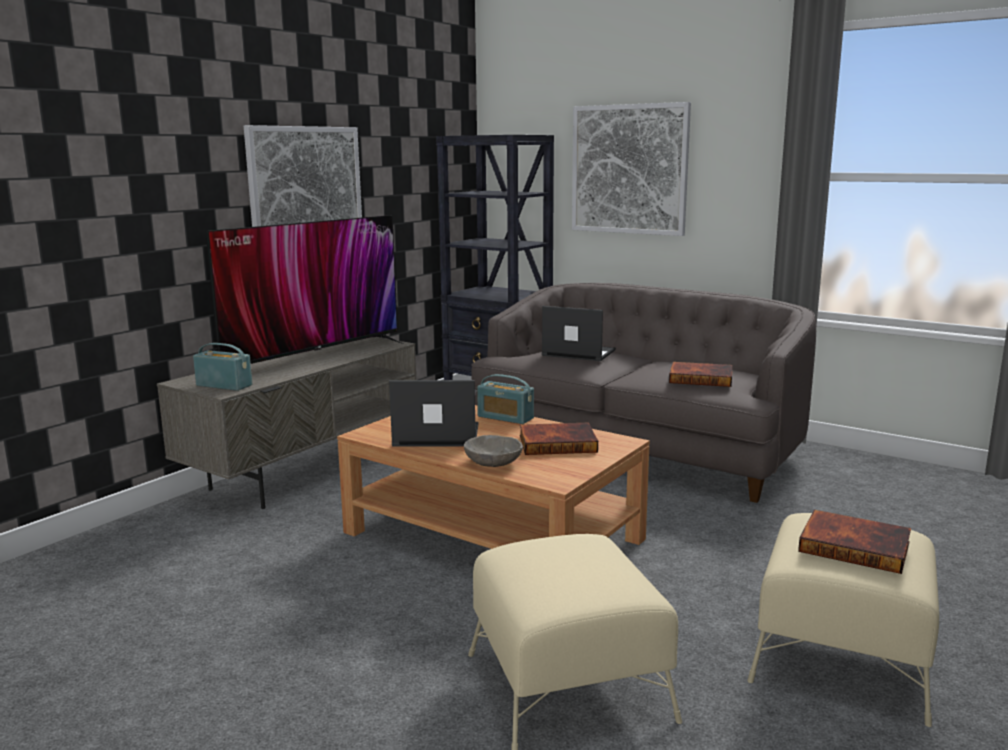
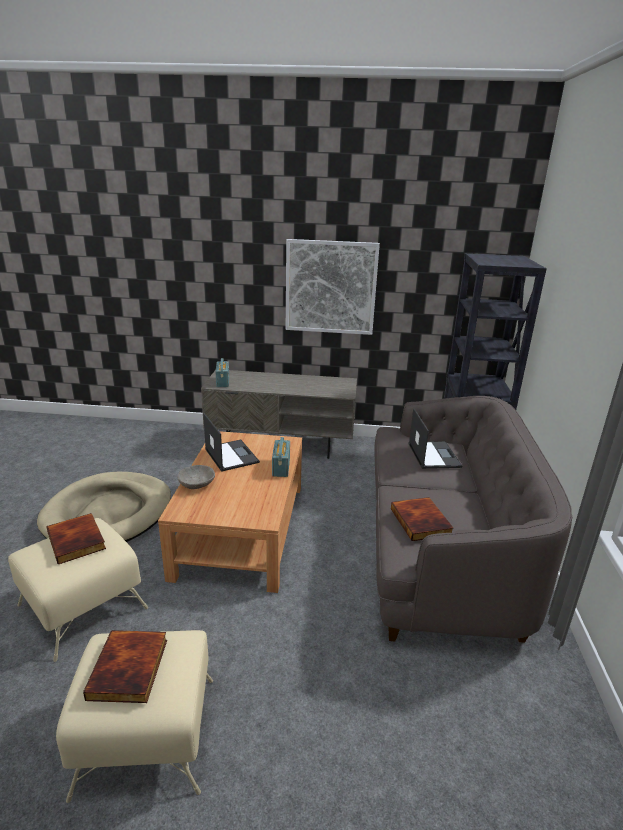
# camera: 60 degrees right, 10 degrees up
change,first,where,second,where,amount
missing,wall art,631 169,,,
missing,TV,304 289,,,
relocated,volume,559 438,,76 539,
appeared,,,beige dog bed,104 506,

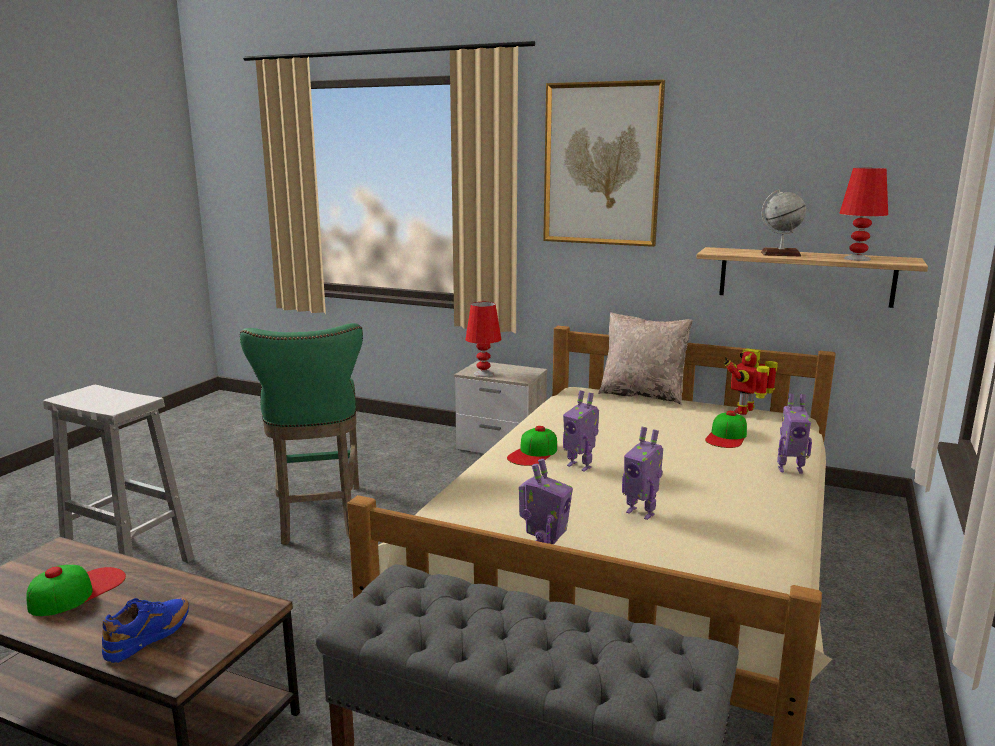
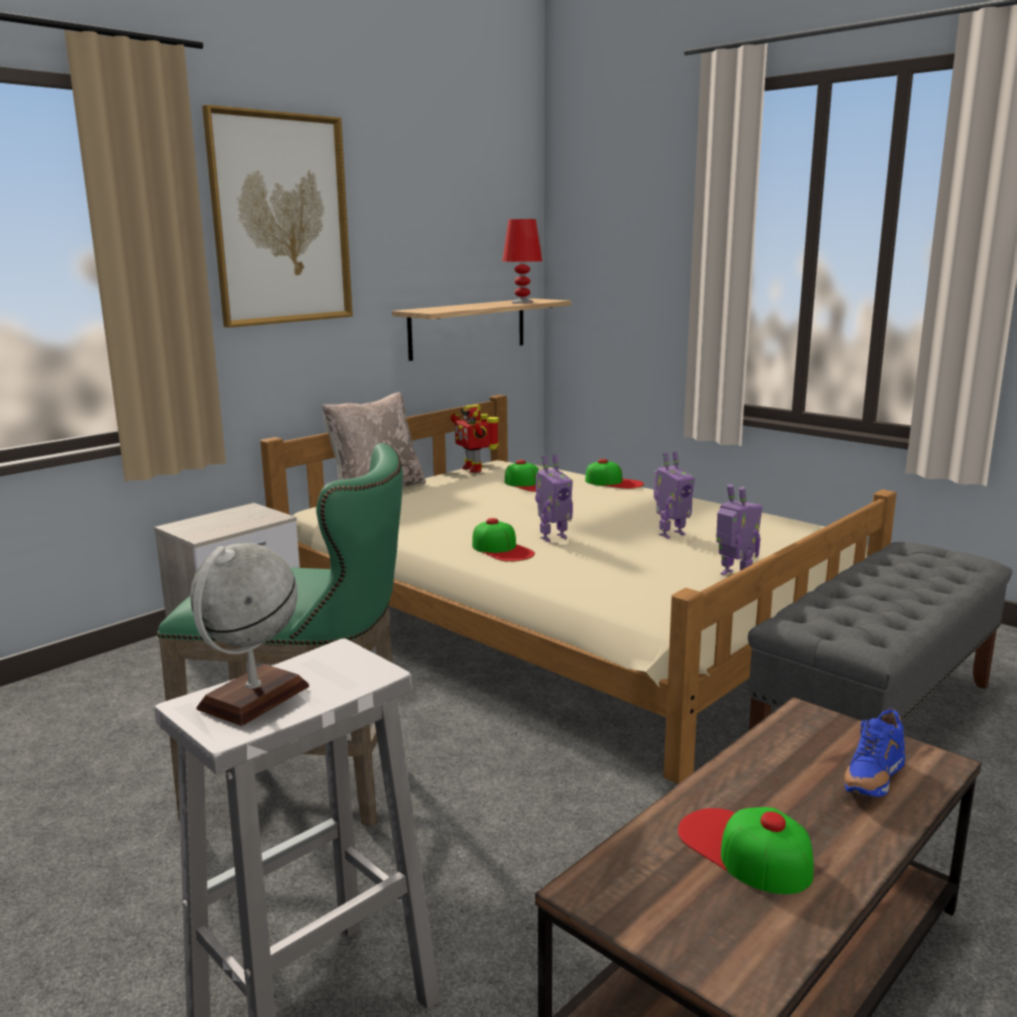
# camera: 70 degrees left, 0 degrees up
change,first,where,second,where,amount
relocated,globe,783 222,,249 634,
missing,reddish tabletop lamp,483 339,,,
exchanged,robot figure,794 434,baseball cap,614 474,
spun,blue low shoe,145 630,,874 752,105 degrees counterclockwise

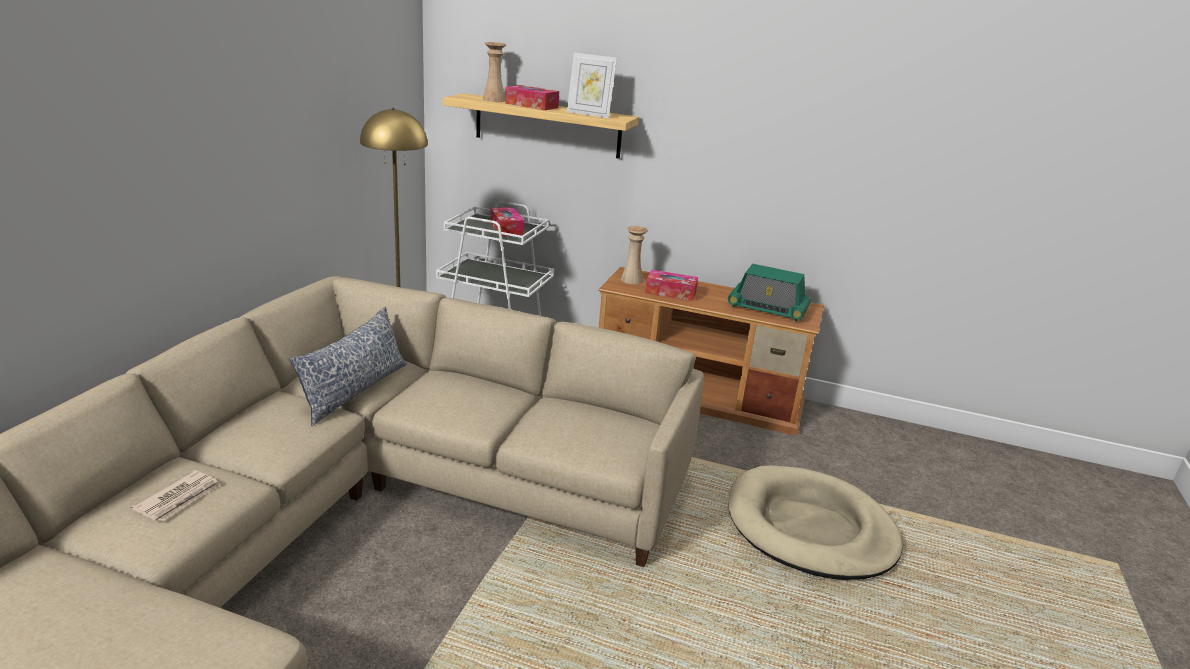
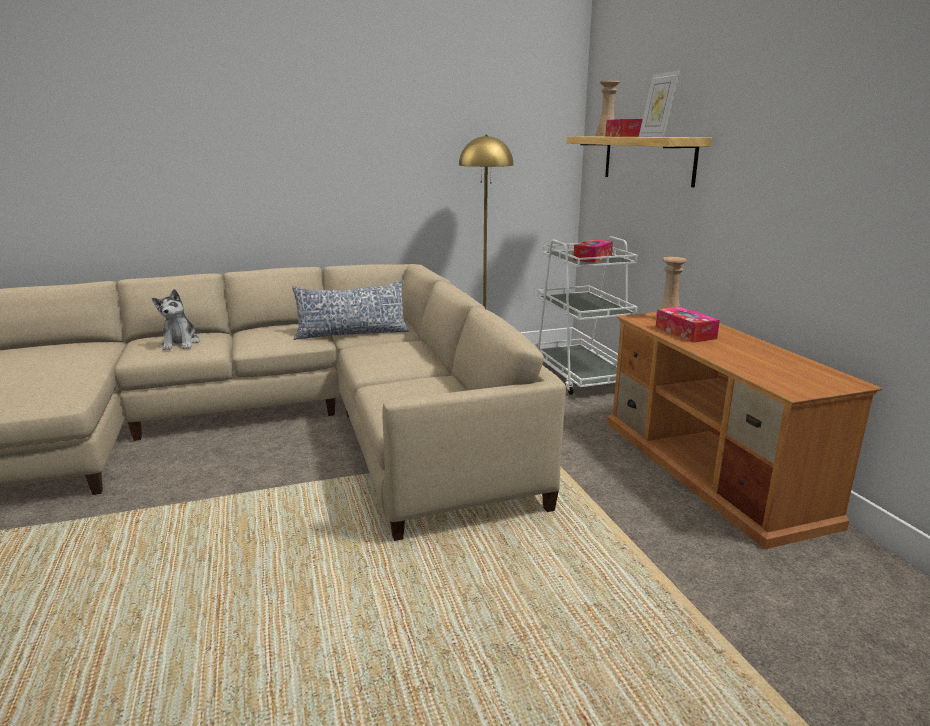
# camera: 55 degrees right, 5 degrees down
change,first,where,second,where,amount
missing,radio receiver,769 293,,,
missing,beige dog bed,815 522,,,
exchanged,printed paper,176 495,plush toy,176 319,

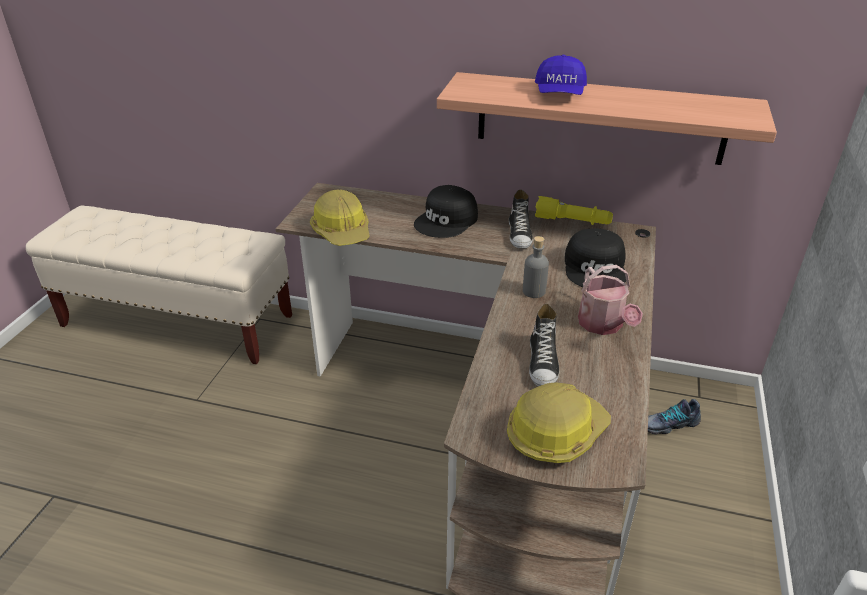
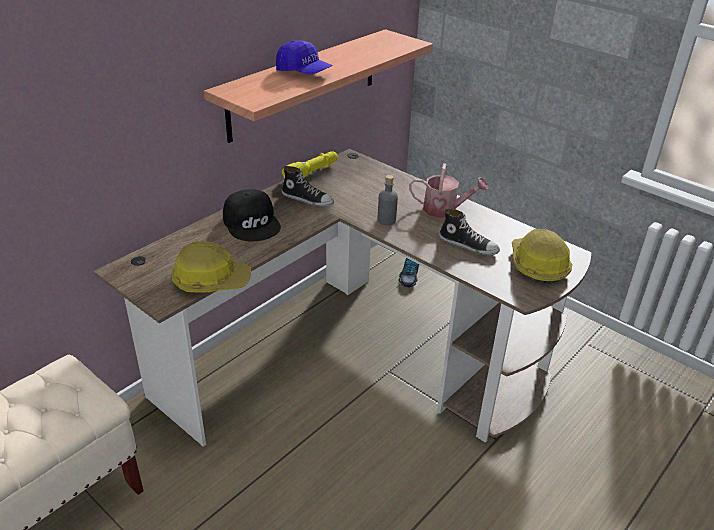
# camera: 65 degrees left, 0 degrees up
change,first,where,second,where,amount
missing,black baseball cap,595 257,,,

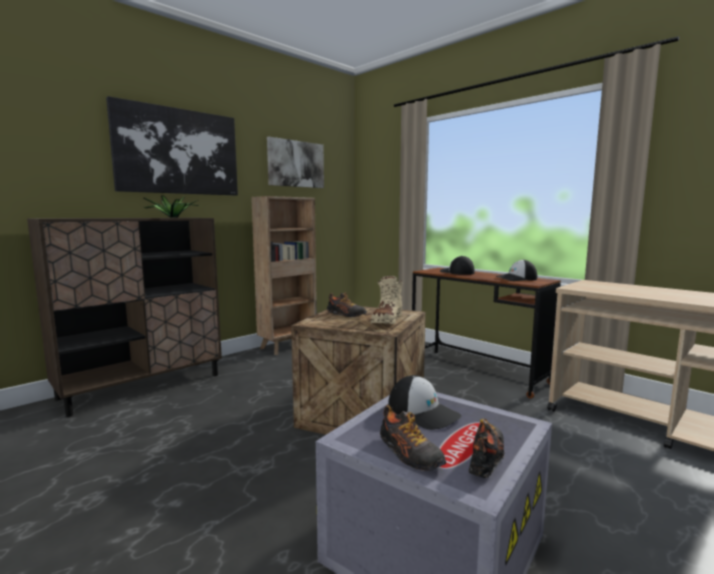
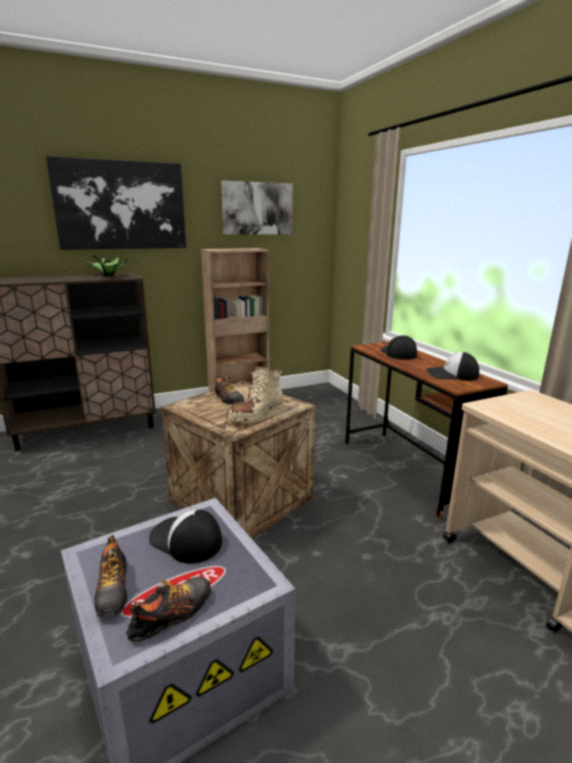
# camera: 20 degrees right, 10 degrees up
change,first,where,second,where,amount
spun,baseball cap,424 402,,185 536,150 degrees clockwise

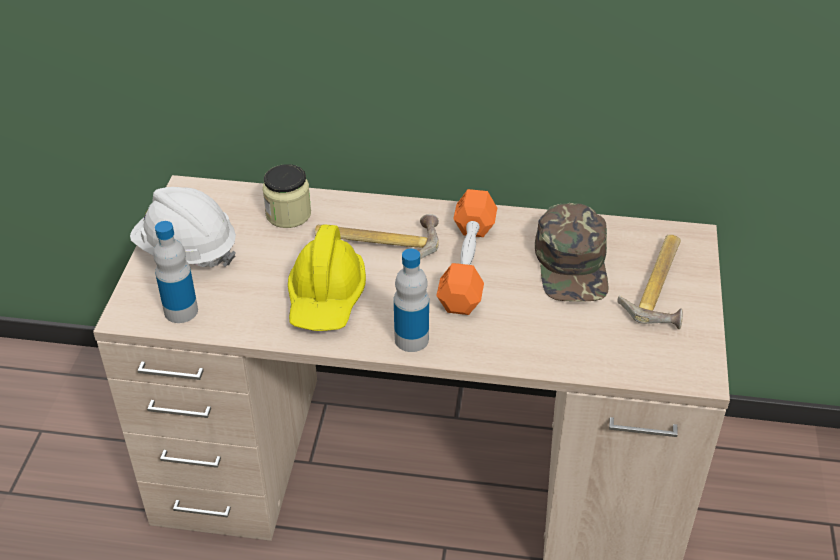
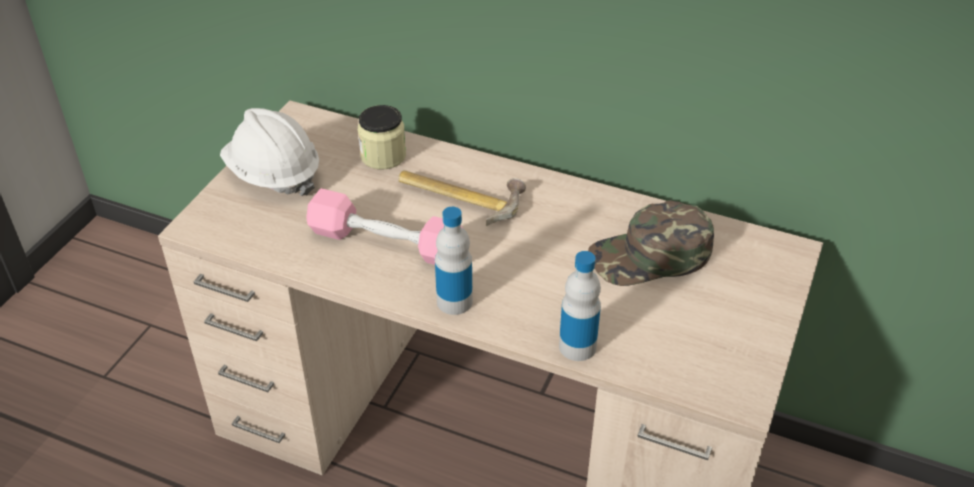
# camera: 15 degrees right, 0 degrees up
change,first,where,second,where,amount
missing,orange-coloured hand weight,466 252,,,
spun,green-coloured baseball cap,572 252,,651 243,60 degrees clockwise
relocated,beverage bottle,175 272,,580 306,
exchanged,yellow hard hat,327 278,pinkish hand weight,384 226,
missing,tool hammer,650 282,,,

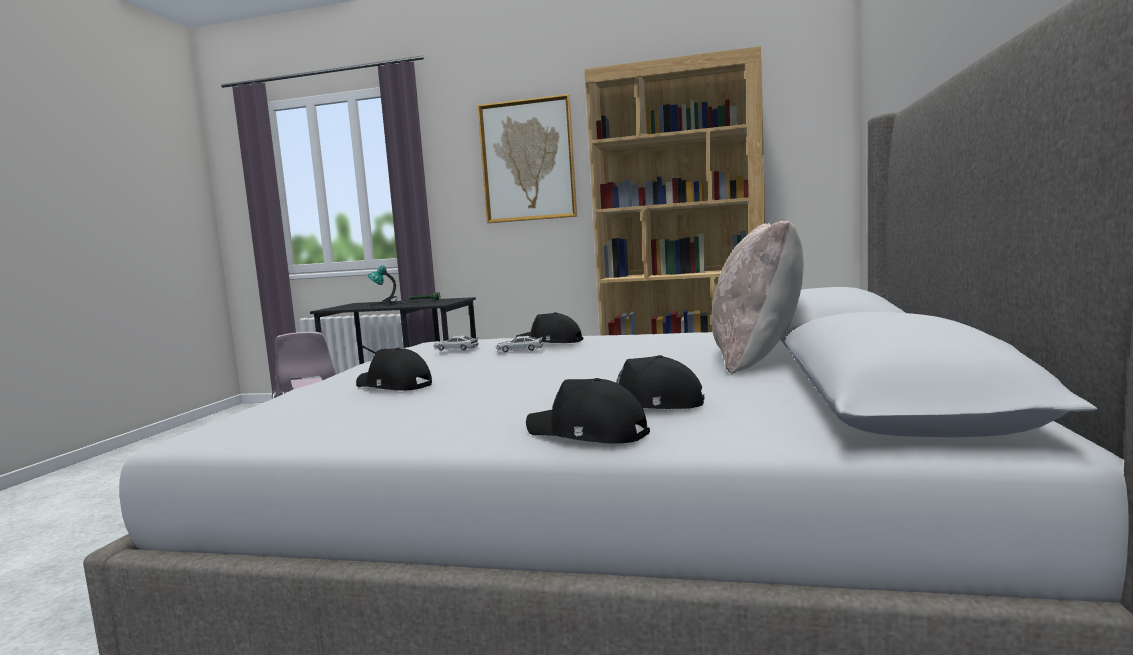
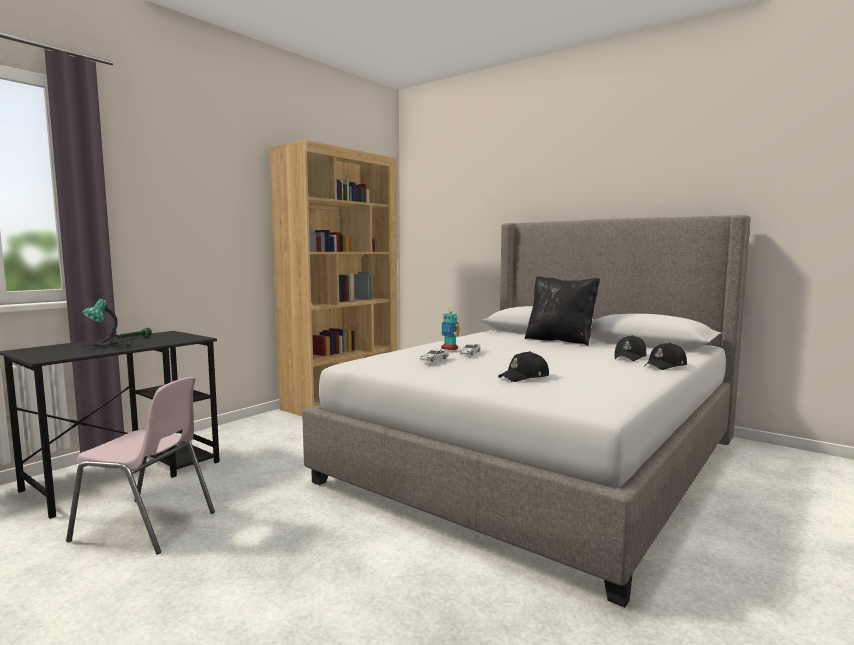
# camera: 65 degrees left, 0 degrees up
change,first,where,second,where,amount
missing,wall art,527 158,,,
colour,beige cushion,757 297,black cushion,562 311,
exchanged,black baseball cap,549 327,robot figure,450 328,

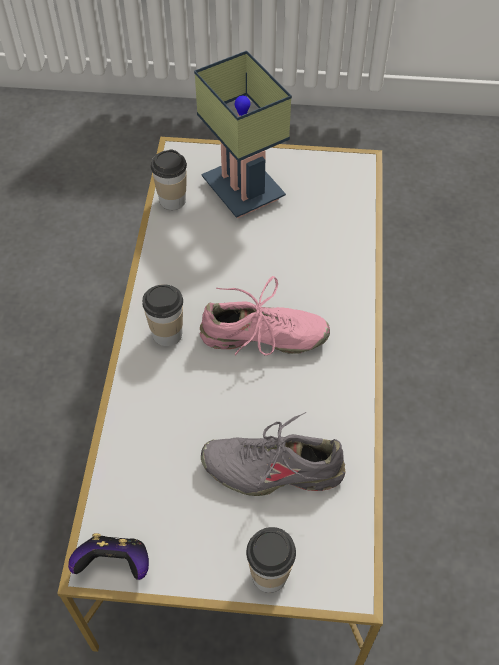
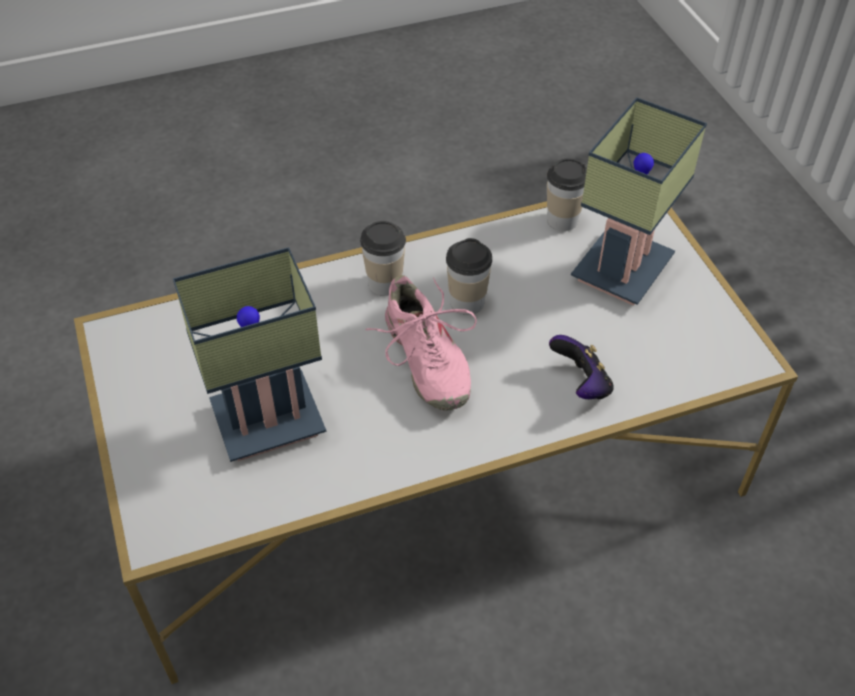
# camera: 65 degrees right, 5 degrees down
change,first,where,second,where,amount
exchanged,greyish low shoe,273 454,tabletop lamp,249 354,
relocated,drinking cup,271 560,,469 276,
relocated,joypad,108 556,,581 367,

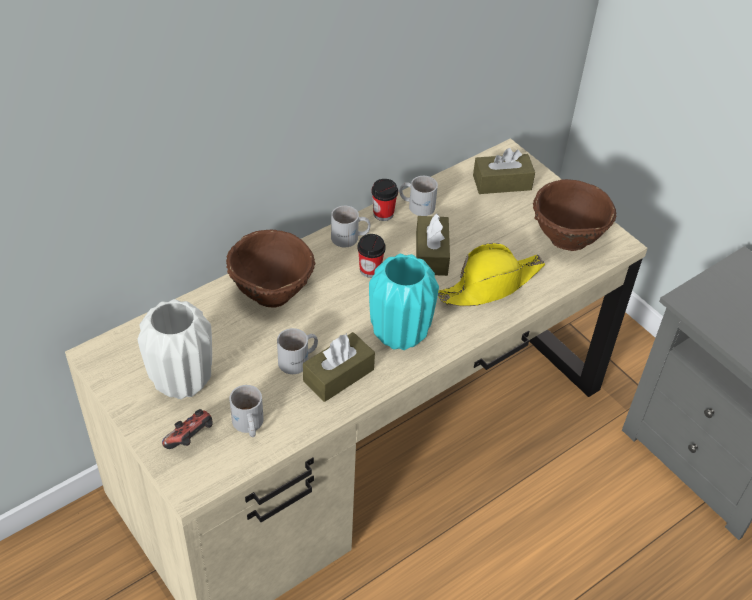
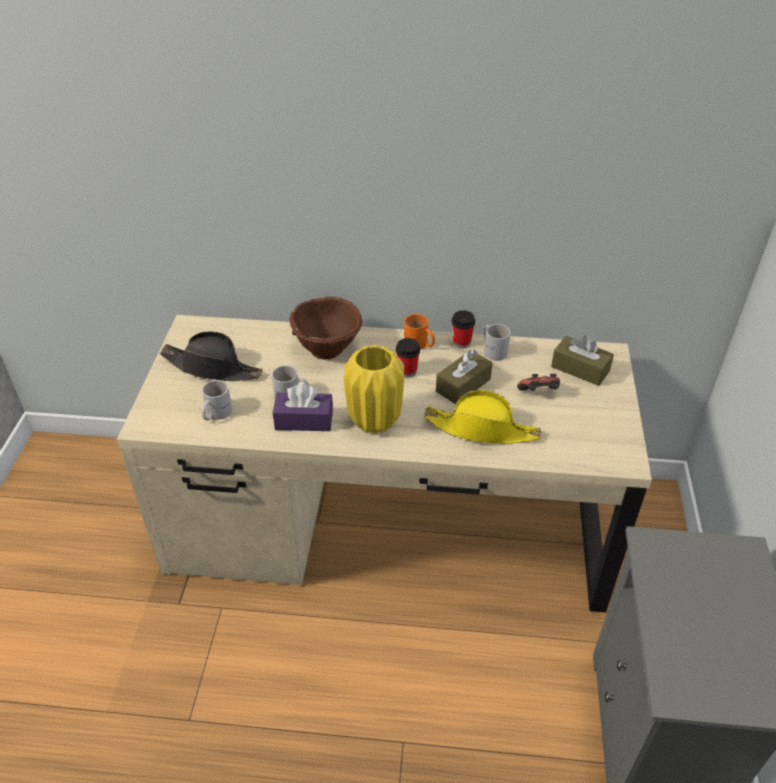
# camera: 45 degrees right, 5 degrees down
change,first,where,second,where,amount
missing,brown-coloured bowl,575 215,,,
colour,white mug,351 226,orange-coloured mug,419 332,
colour,turquoise vase,404 302,yellow vase,374 389,
exchanged,white vase,175 349,black wearable hat,211 356,
colour,brown-coloured tissue box,339 367,purple tissue box,303 407,
relocated,joypad,187 429,,538 382,

